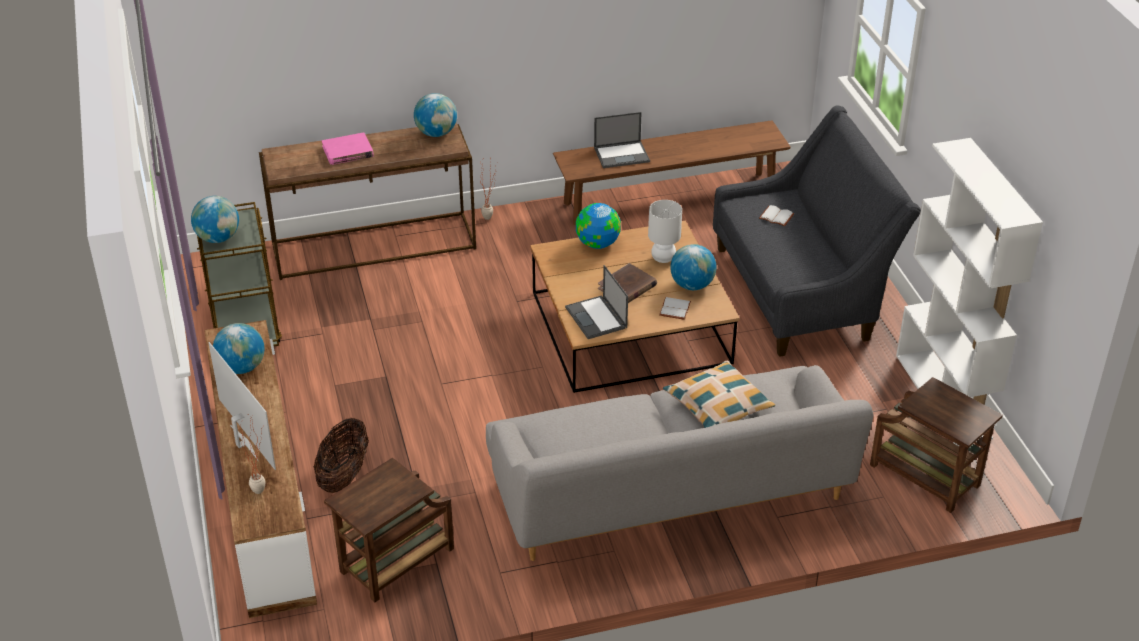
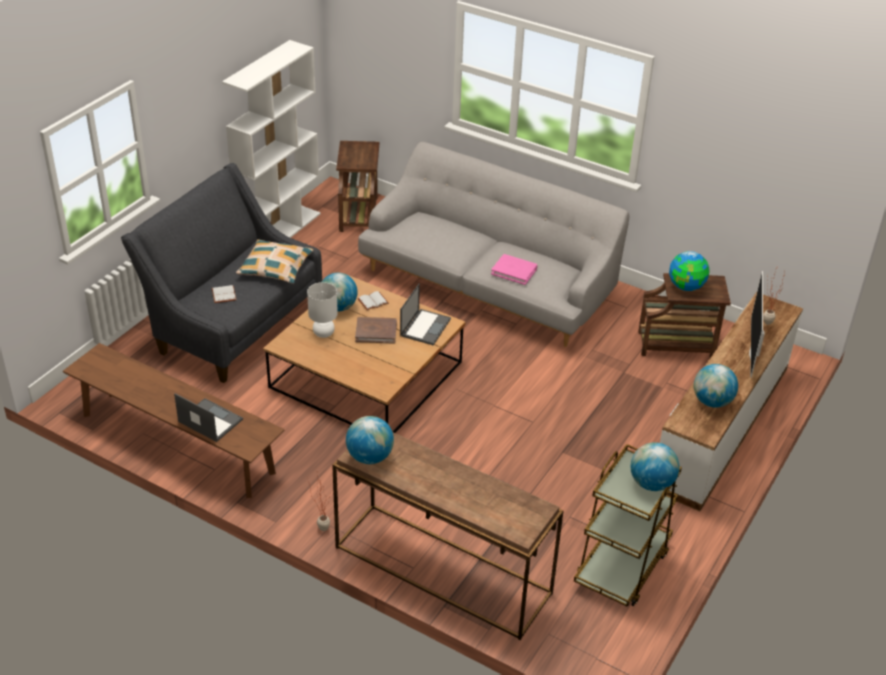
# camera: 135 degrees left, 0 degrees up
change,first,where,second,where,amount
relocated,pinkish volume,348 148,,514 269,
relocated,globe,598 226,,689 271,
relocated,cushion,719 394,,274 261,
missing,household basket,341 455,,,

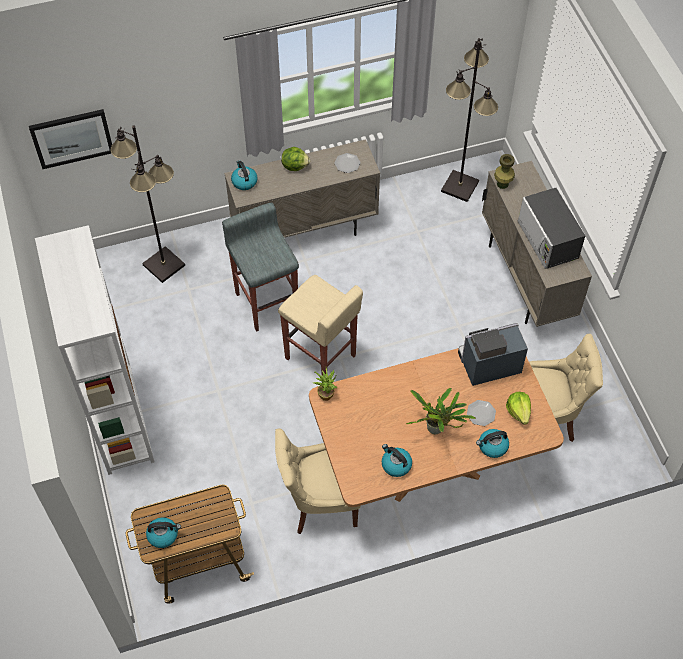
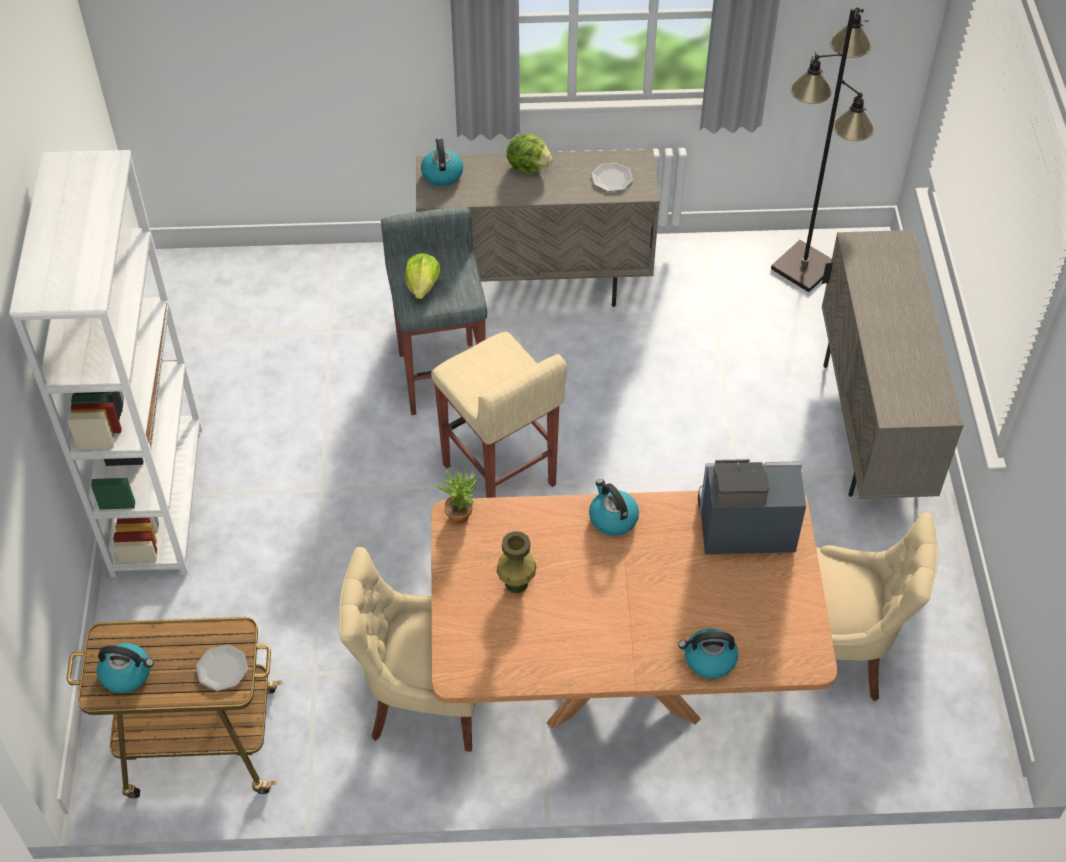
# camera: 15 degrees right, 5 degrees down
change,first,where,second,where,amount
missing,wall art,70 139,,,
missing,black standard lamp,147 204,,,
relocated,green-coloured vase,504 171,,516 562,
missing,microwave,551 228,,,
missing,plant in a pot,441 411,,,
relocated,lettuce head,518 408,,423 276,
relocated,plate,481 413,,222 668,
relocated,kettle,397 460,,614 507,

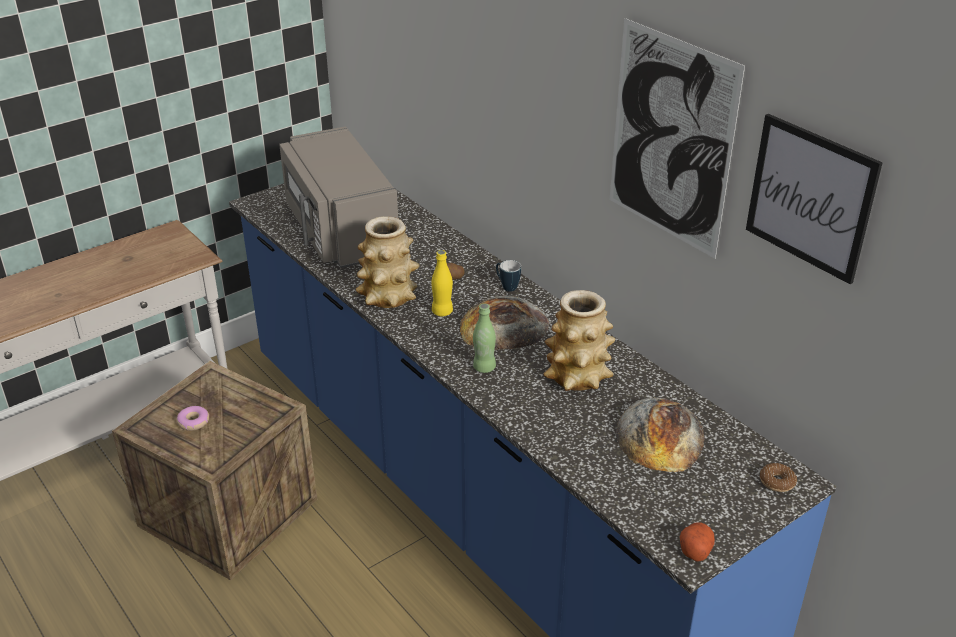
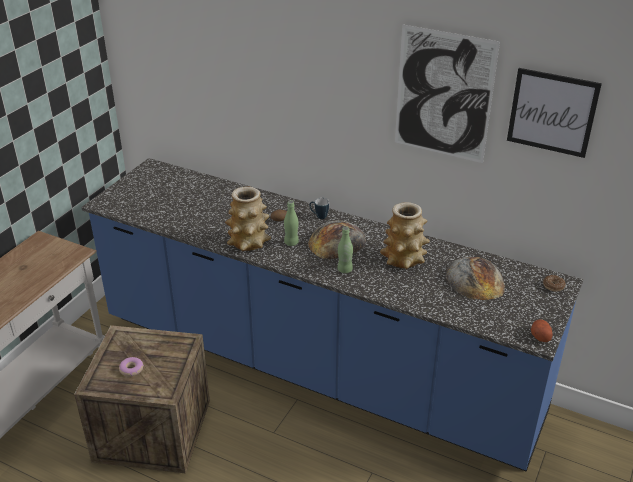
# camera: 25 degrees left, 0 degrees up
change,first,where,second,where,amount
missing,greyish microwave,338 197,,,
colour,yellow beverage bottle,442 283,green-coloured beverage bottle,291 223,

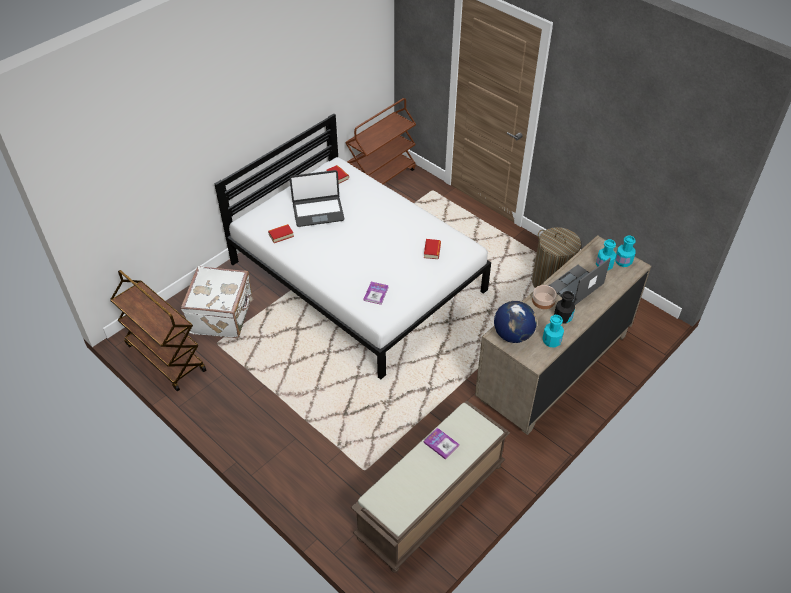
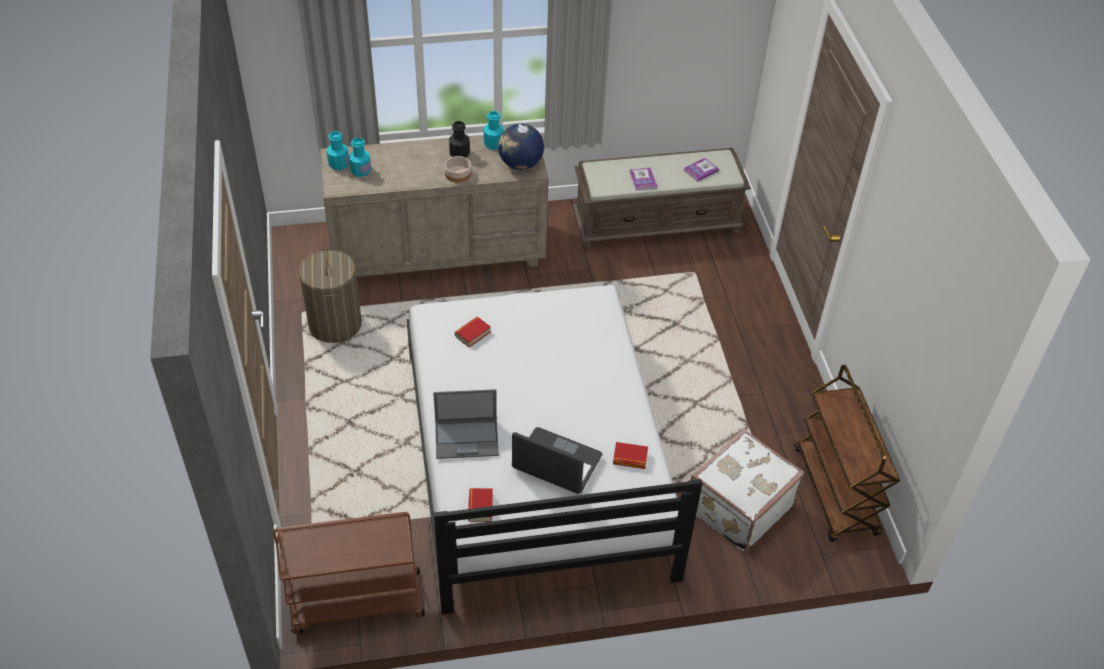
# camera: 145 degrees left, 0 degrees up
change,first,where,second,where,amount
relocated,laptop,580 281,,466 424,
relocated,volume,376 293,,701 170,

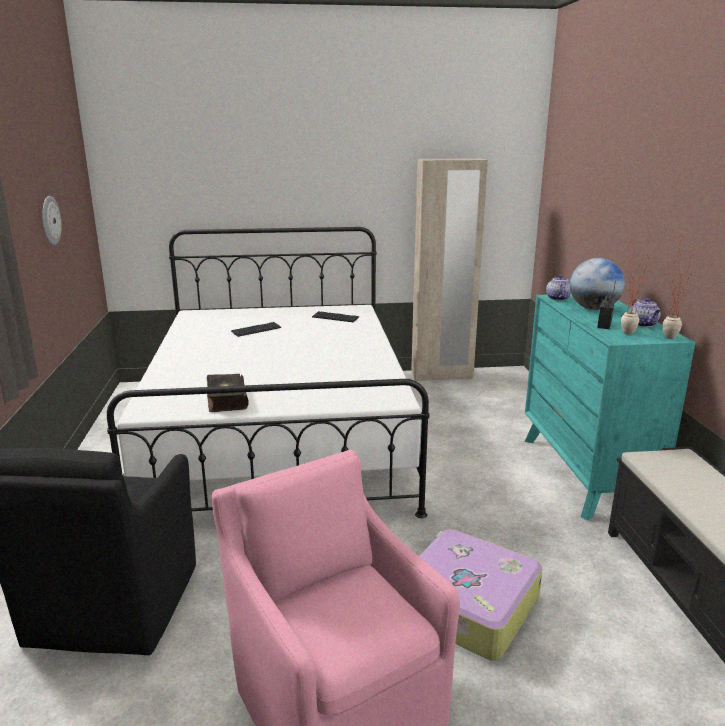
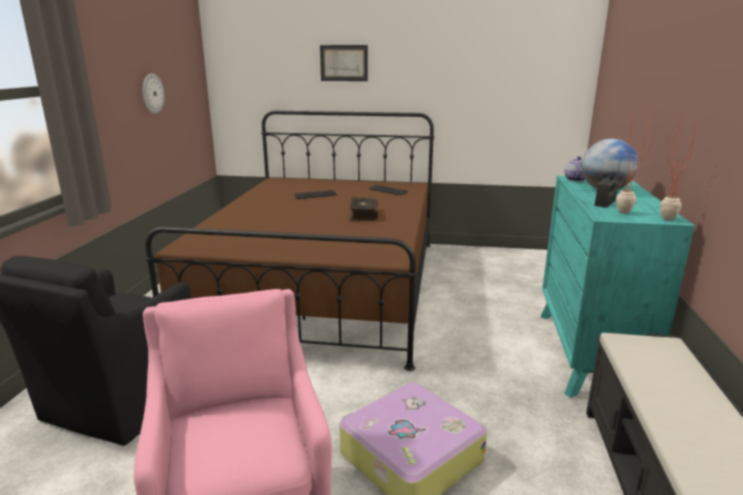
# camera: 15 degrees right, 0 degrees up
change,first,where,second,where,amount
missing,beige wardrobe,449 269,,,
colour,white sleeping bed,268 372,brown-coloured sleeping bed,289 241,
missing,tea pot,645 312,,,
relocated,volume,228 393,,364 209,
appeared,,,wall art,344 63,

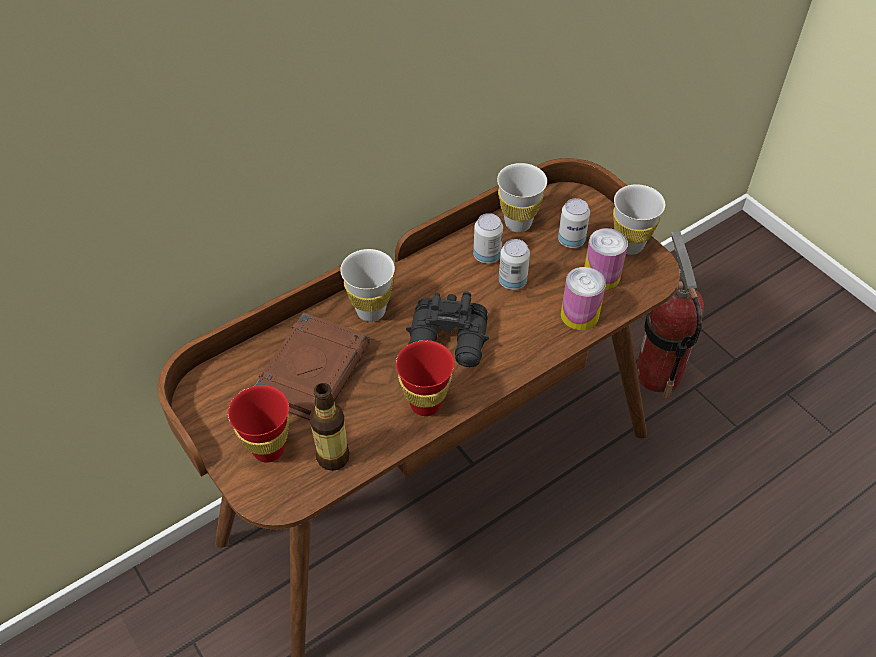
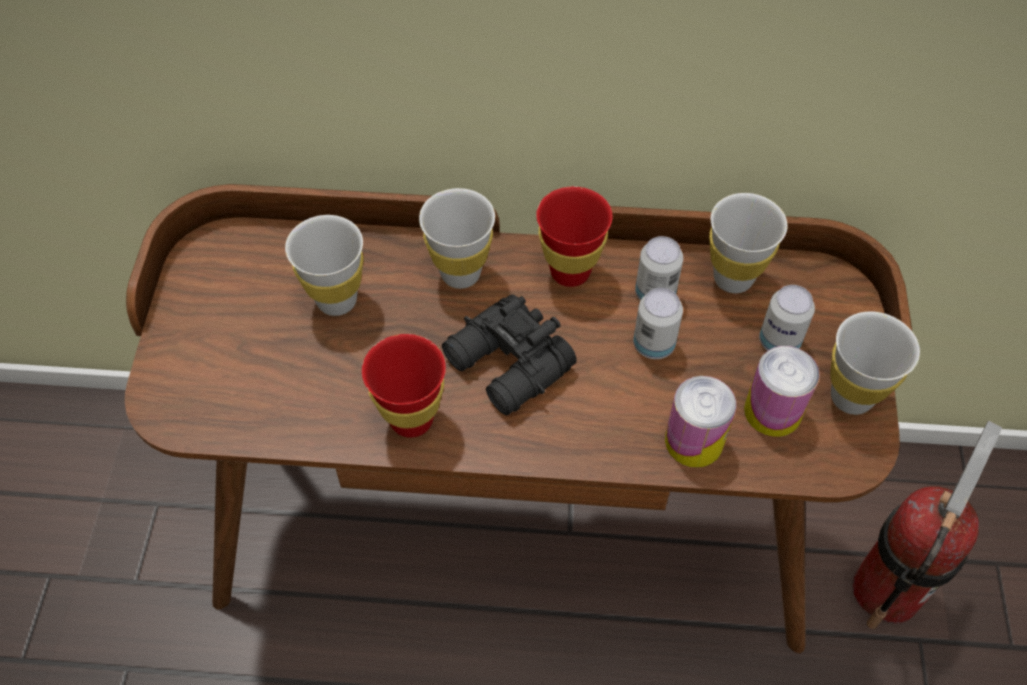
# camera: 40 degrees right, 5 degrees up
change,first,where,second,where,amount
exchanged,brown-coloured volume,312 366,white drinking cup,324 265,
missing,beverage bottle,330 427,,,
relocated,reddish drinking cup,259 424,,574 236,

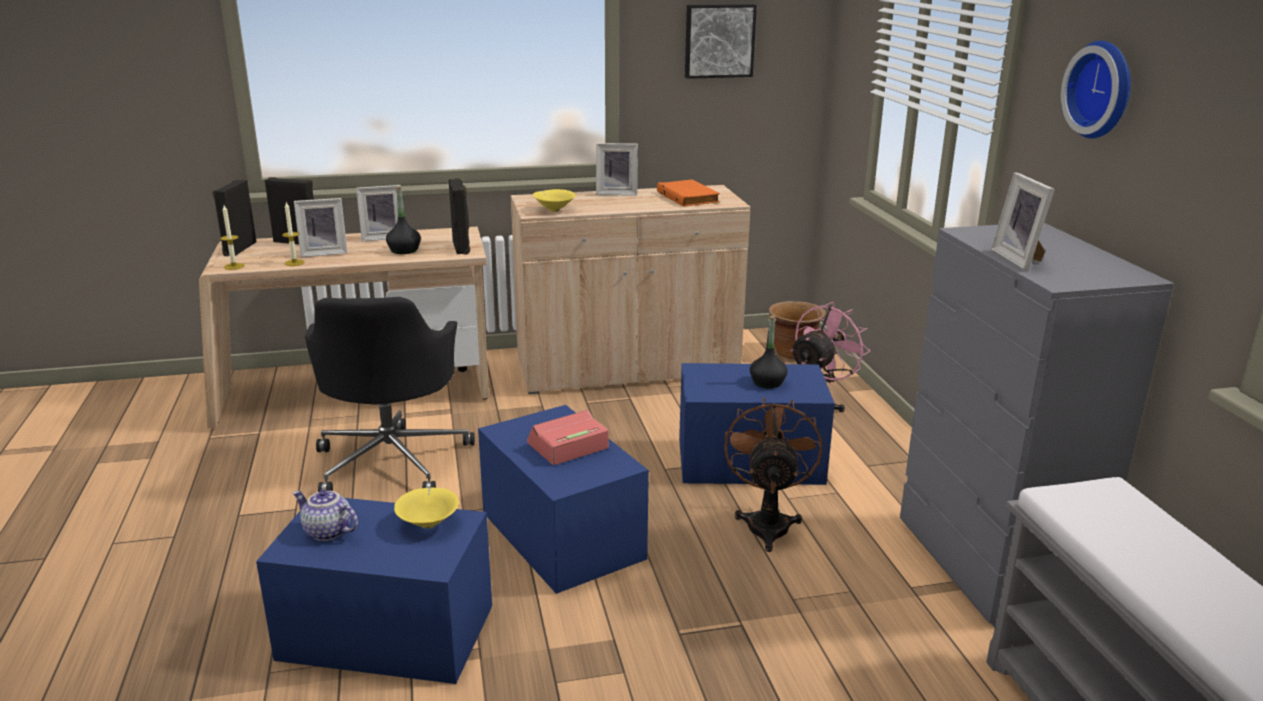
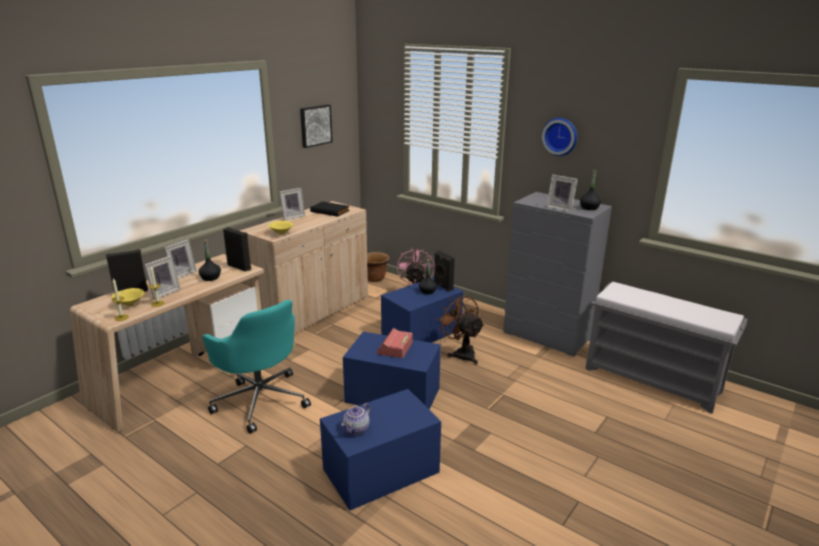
# camera: 40 degrees left, 0 degrees up
change,first,where,second,where,amount
relocated,black audio speaker,235 217,,444 271,
colour,orange-coloured volume,688 193,black volume,330 209,
colour,black desk chair,390 394,turquoise desk chair,256 367,
relocated,yellow bowl,426 508,,128 297,
spun,tea pot,325 515,,355 419,45 degrees counterclockwise
appeared,,,black beverage bottle,590 190,

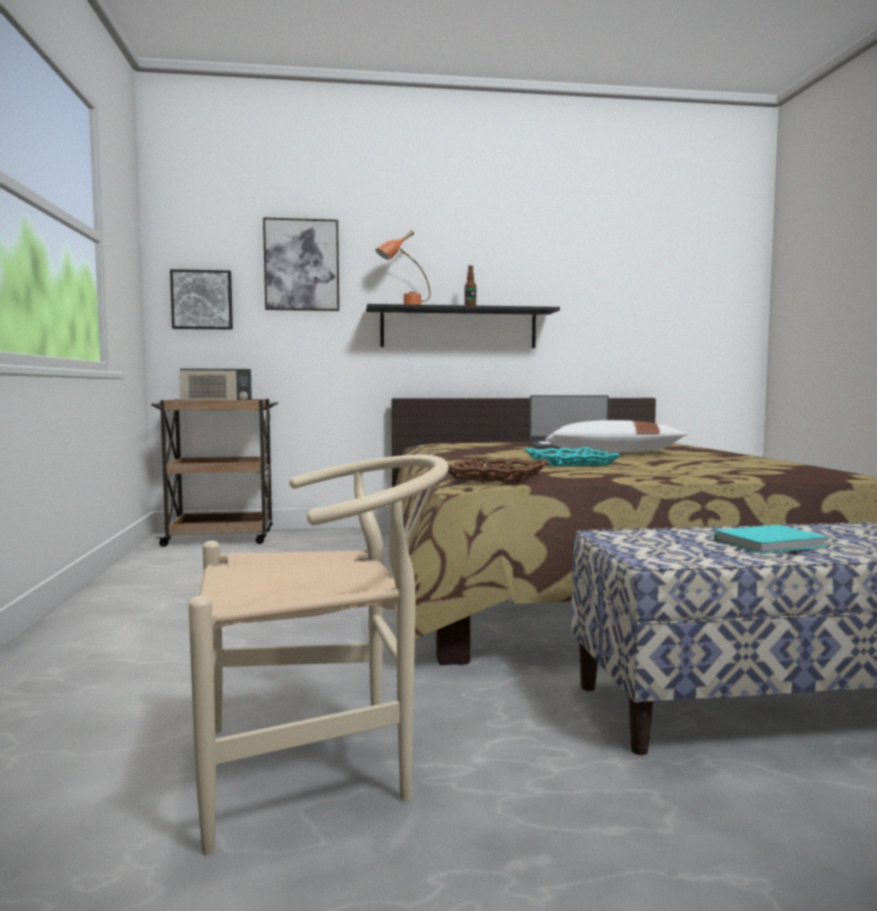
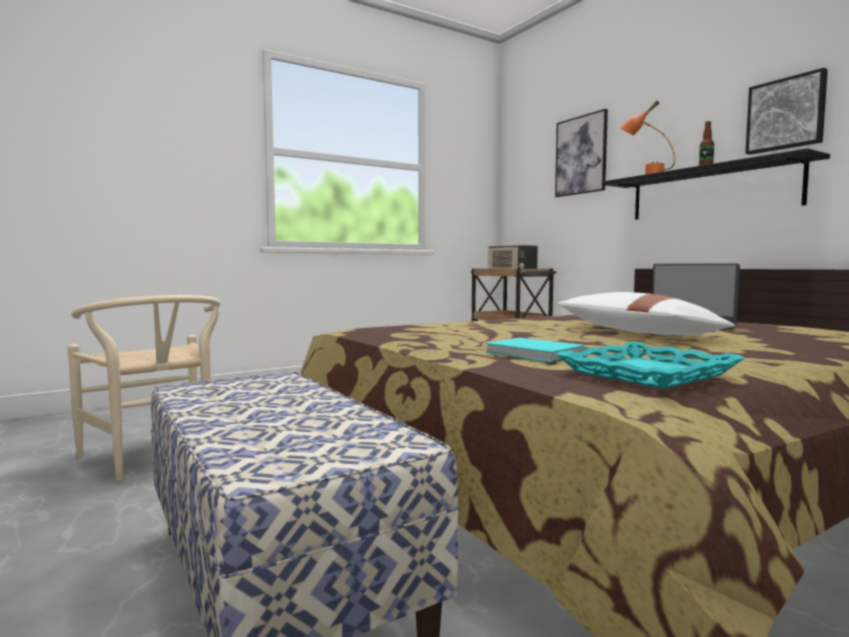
# camera: 65 degrees right, 0 degrees up
change,first,where,second,where,amount
relocated,wall art,201 299,,786 111,
relocated,turquoise serving tray,572 456,,650 365,
missing,brown-coloured serving tray,498 469,,,
relocated,turquoise volume,771 539,,534 350,

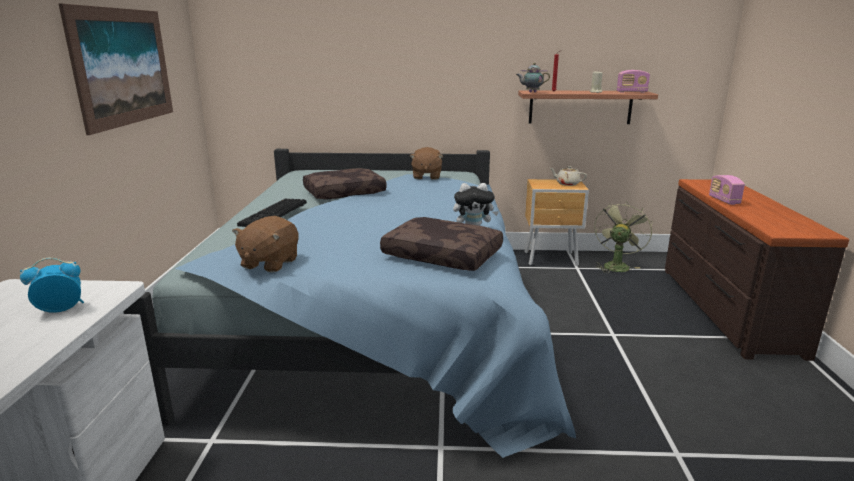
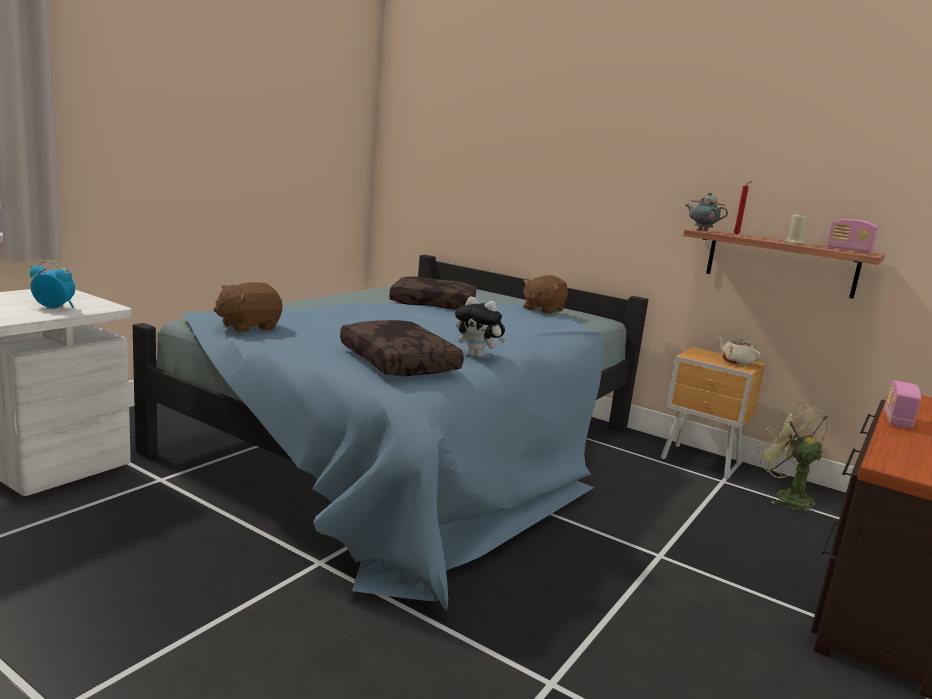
# camera: 30 degrees right, 5 degrees down
change,first,where,second,where,amount
missing,wall art,116 69,,,
missing,PC keyboard,272 212,,,
spun,green-coloured electric fan,623 237,,792 458,90 degrees counterclockwise

